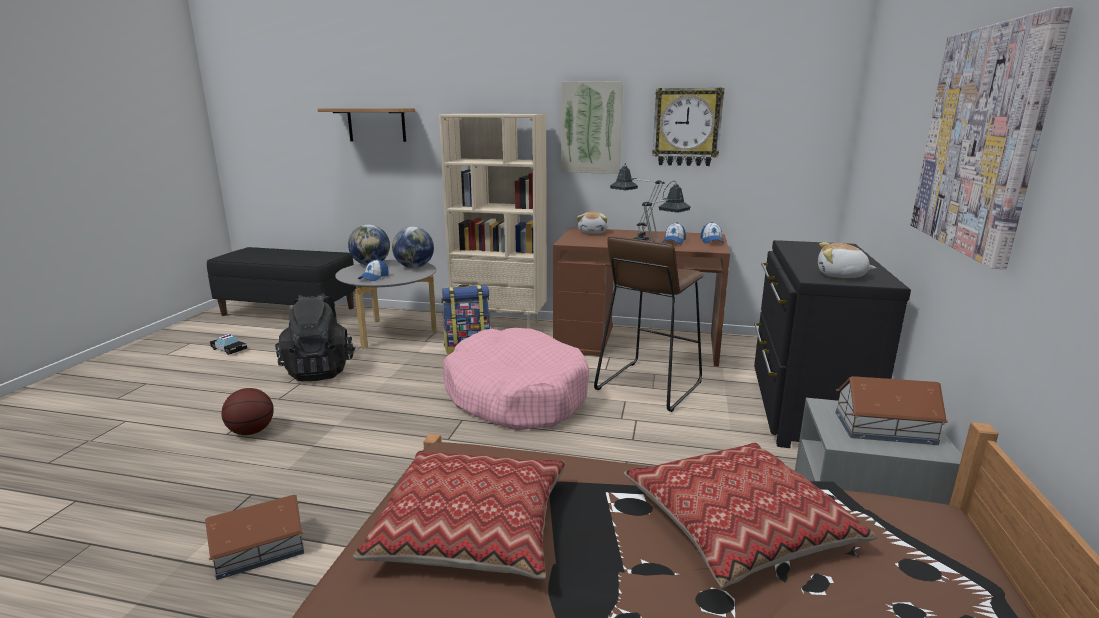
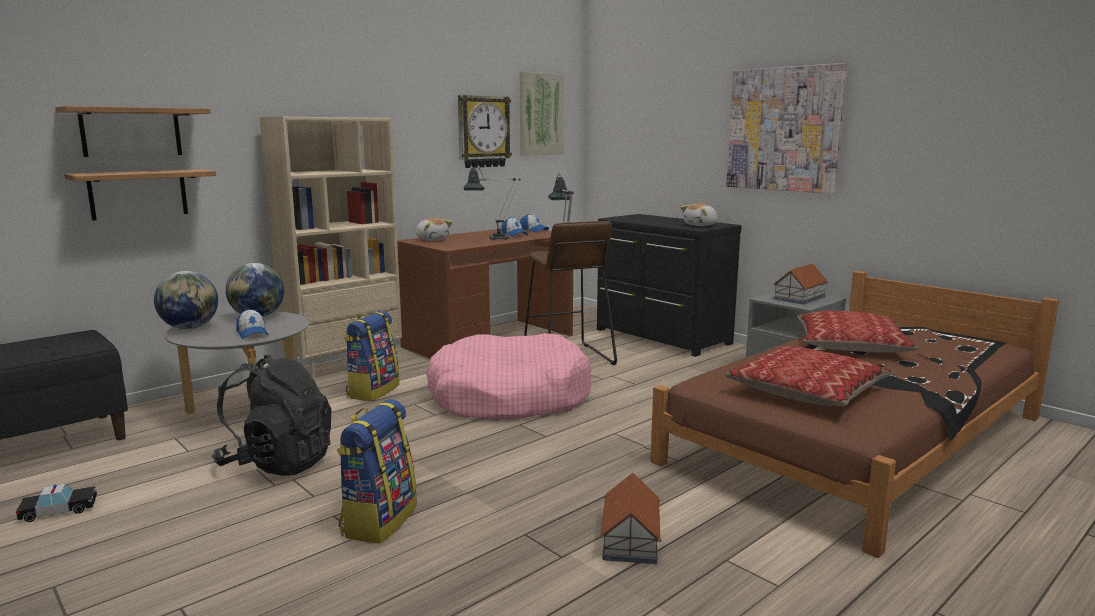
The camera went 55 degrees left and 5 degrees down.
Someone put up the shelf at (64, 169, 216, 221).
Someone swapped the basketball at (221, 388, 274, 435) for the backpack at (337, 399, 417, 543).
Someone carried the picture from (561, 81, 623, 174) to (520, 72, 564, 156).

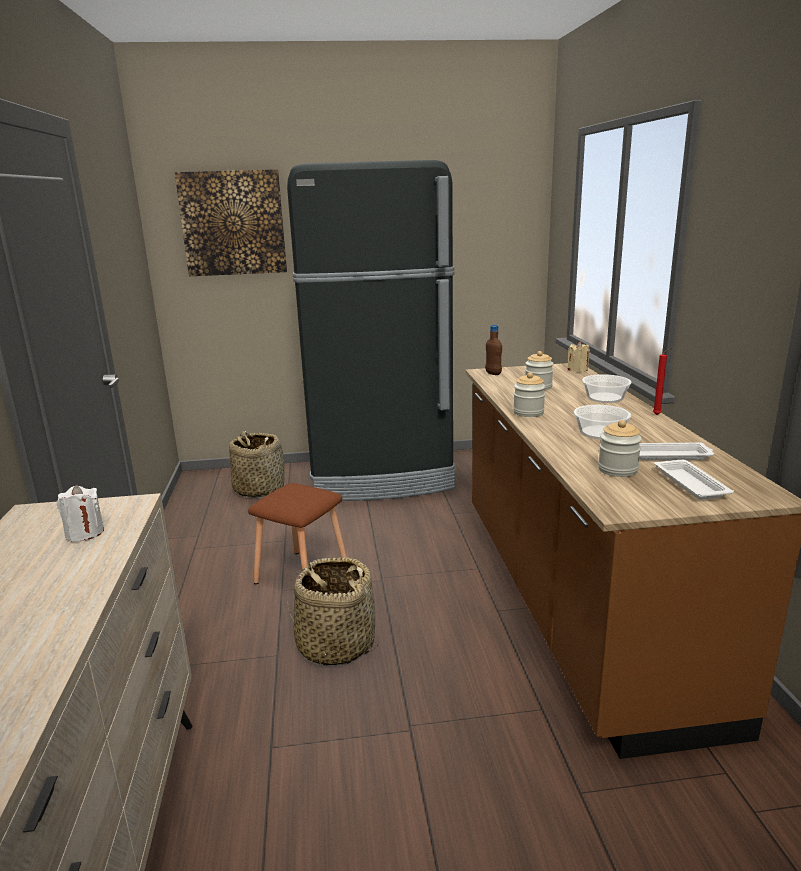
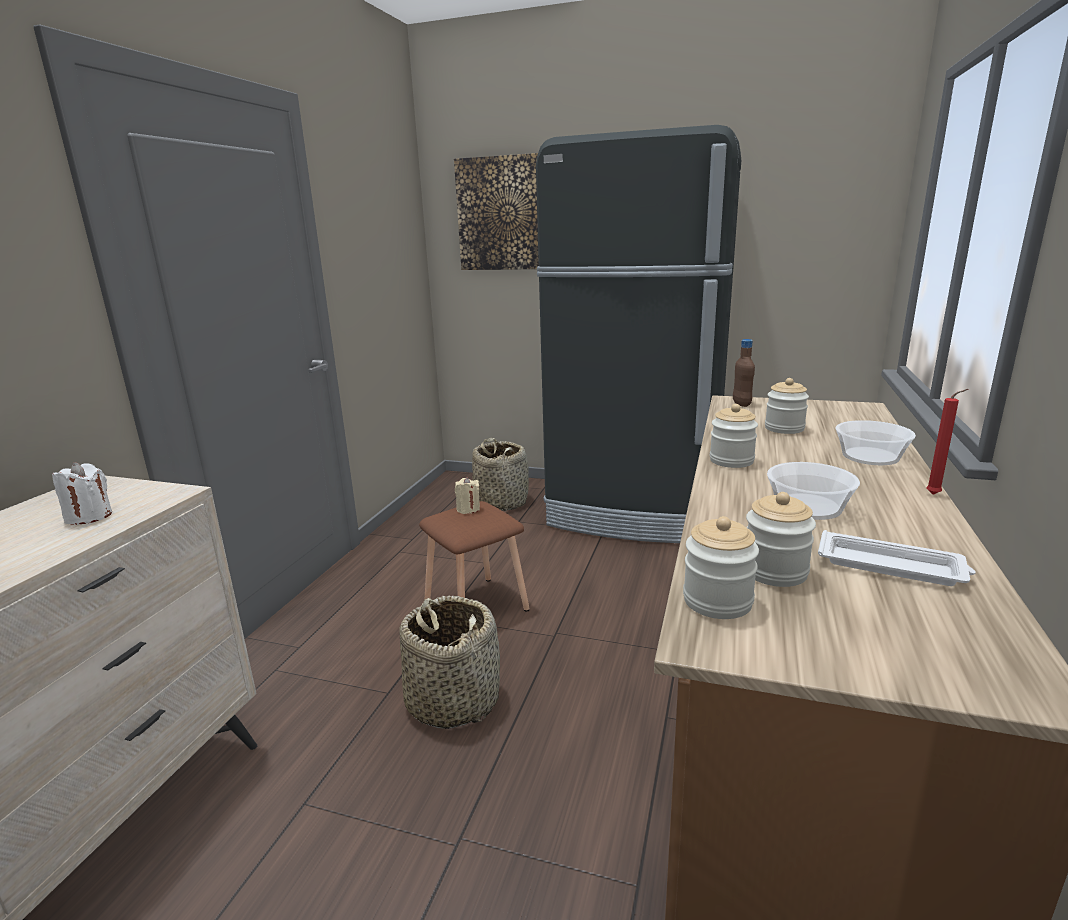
The camera went 25 degrees right and 0 degrees up.
Someone carried the candle (beige) from (567, 341, 590, 372) to (455, 477, 480, 514).
Someone put down the jar at (683, 516, 759, 619).
Someone took away the tray (white) at (654, 460, 734, 500).

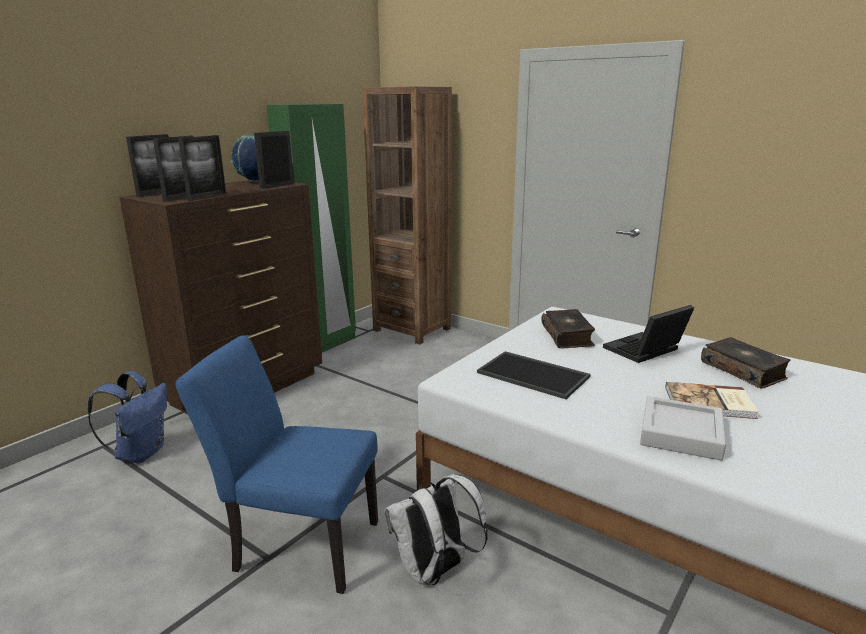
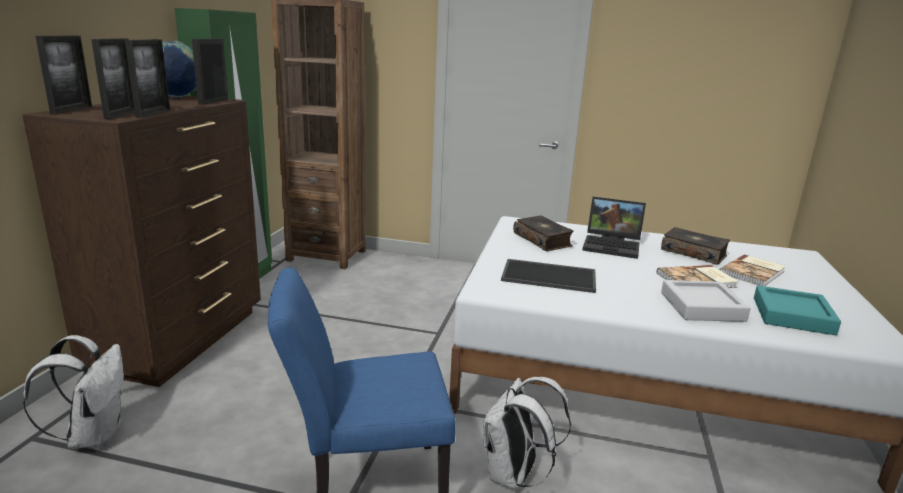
The camera went 25 degrees left and 0 degrees up.
Someone repainted the backpack (blue) at (87, 371, 167, 463), which became the backpack (white) at (23, 335, 124, 449).
Someone rotated the laptop at (603, 305, 695, 363) by 105 degrees counterclockwise.
Someone put down the book at (720, 255, 786, 286).
Someone put down the tray (turquoise) at (754, 285, 841, 335).

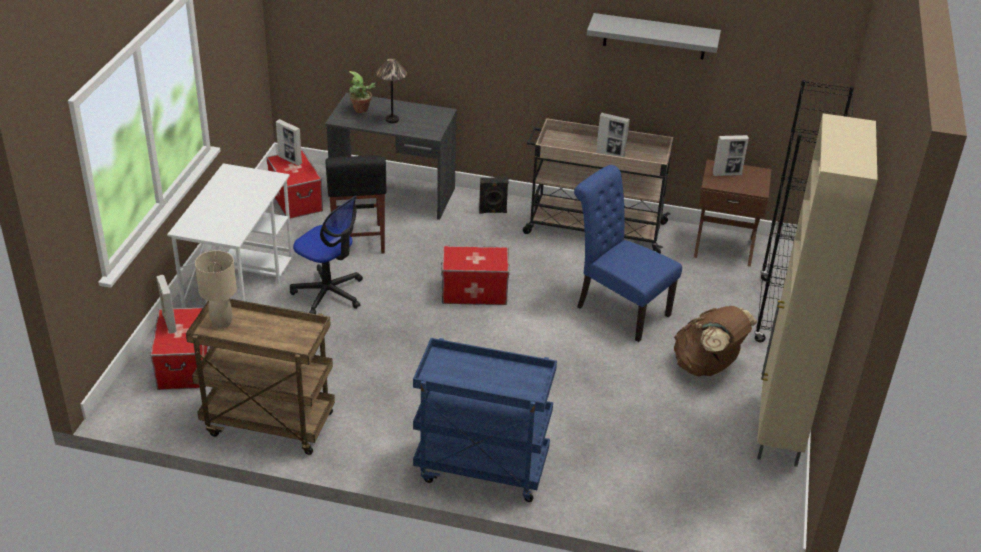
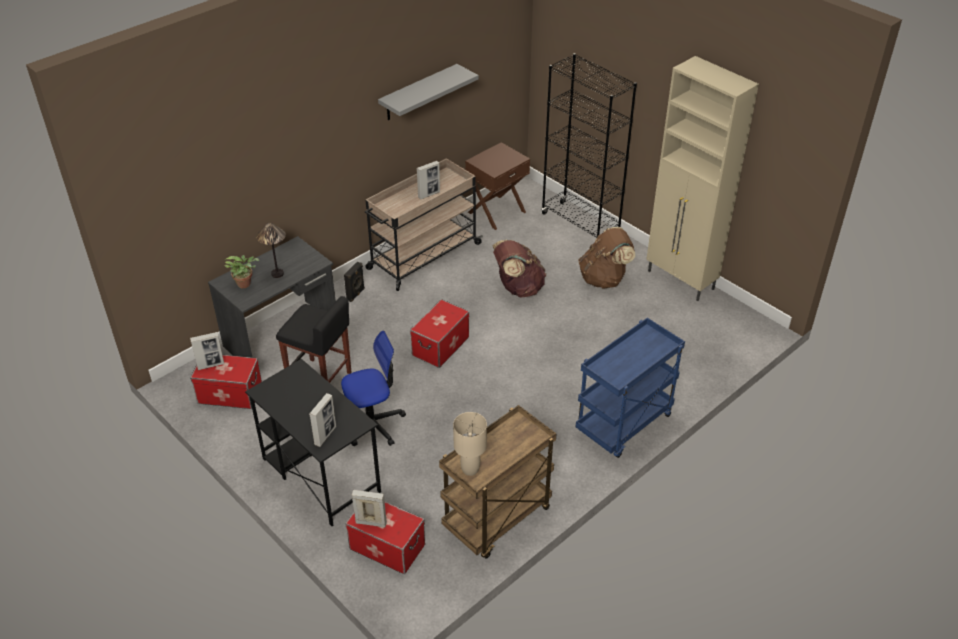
The camera went 55 degrees left and 5 degrees up.
Someone repainted the desk (white) at (167, 163, 293, 308), which became the desk (black) at (245, 359, 381, 526).
Someone carried the picture frame from (712, 135, 749, 176) to (309, 393, 336, 447).
Someone swapped the chair (blue) at (574, 165, 682, 342) for the backpack (brown) at (493, 240, 546, 298).

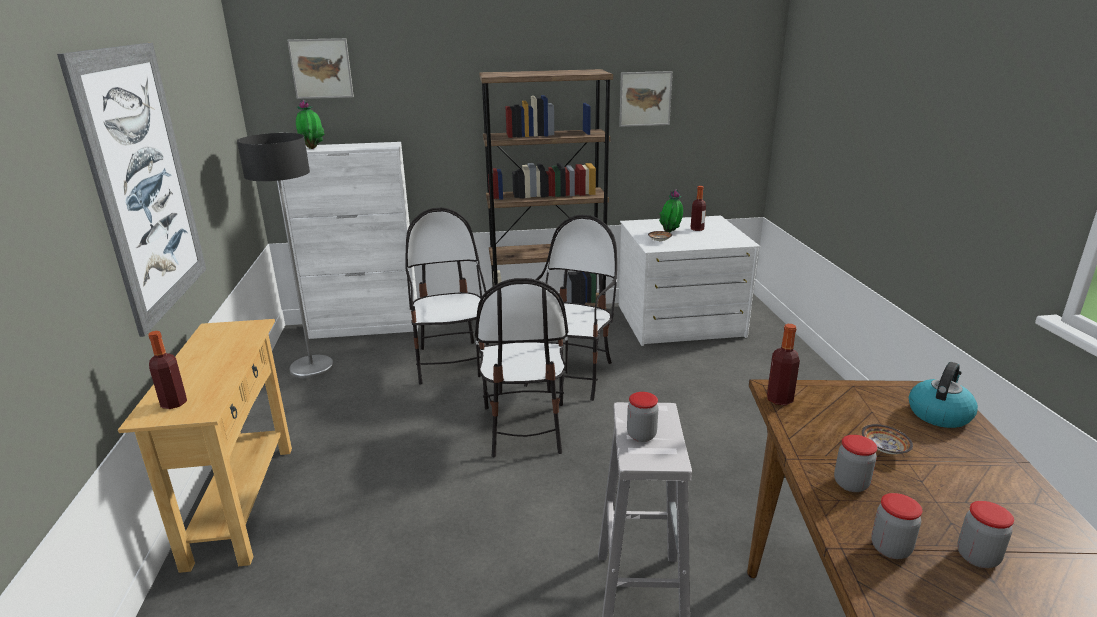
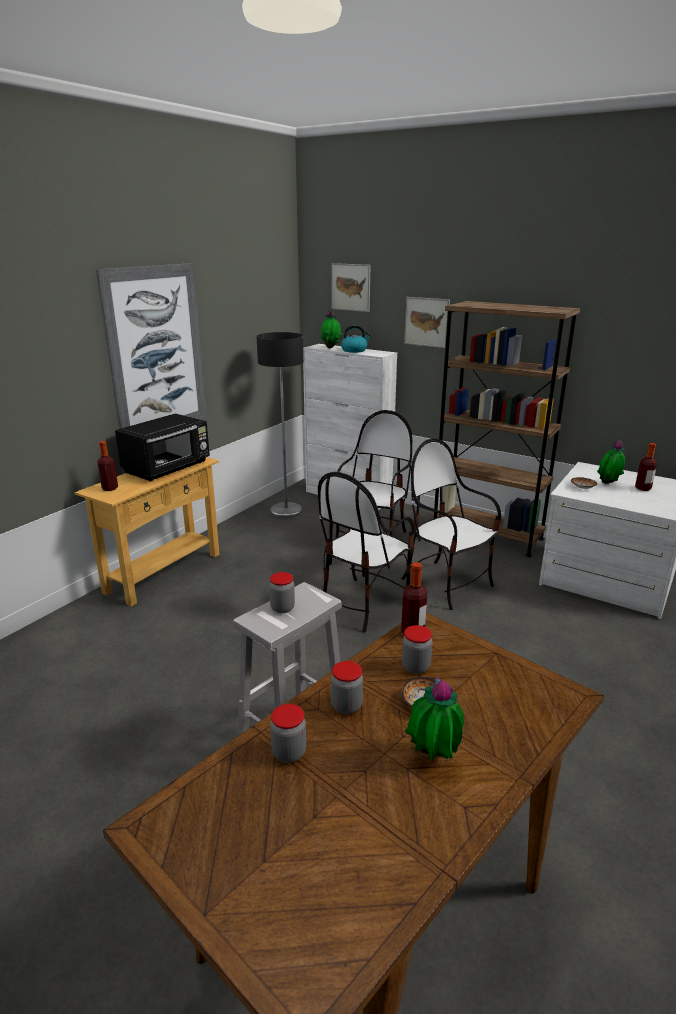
The camera went 40 degrees right and 0 degrees up.
Someone put down the microwave (black) at (115, 413, 210, 481).
Someone carried the kettle from (909, 362, 978, 428) to (341, 325, 371, 353).
Someone rotated the chair at (524, 215, 617, 401) by 105 degrees counterclockwise.
Someone carried the jar from (957, 501, 1014, 568) to (402, 625, 432, 674).
Someone carried the picture from (619, 71, 673, 127) to (404, 297, 450, 348).
Someone put down the potted plant at (404, 675, 464, 762).

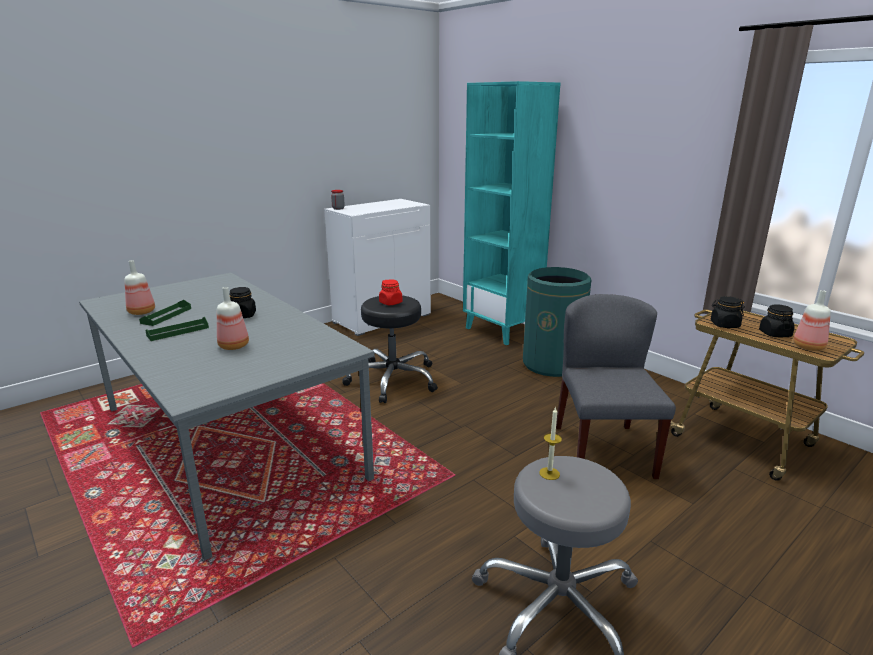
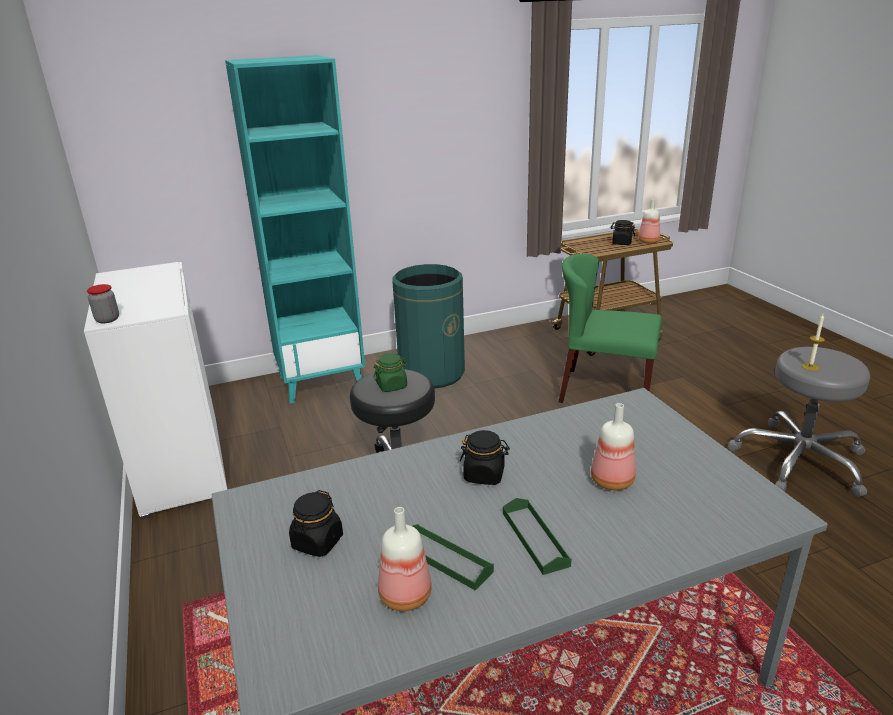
The camera went 70 degrees left and 5 degrees up.
Someone carried the jar (black) from (710, 296, 745, 328) to (289, 490, 343, 557).
Someone repainted the jar (red) at (379, 279, 402, 305), which became the jar (green) at (374, 353, 408, 392).
Someone repainted the chair (grey) at (556, 294, 676, 479), which became the chair (green) at (559, 254, 662, 403).

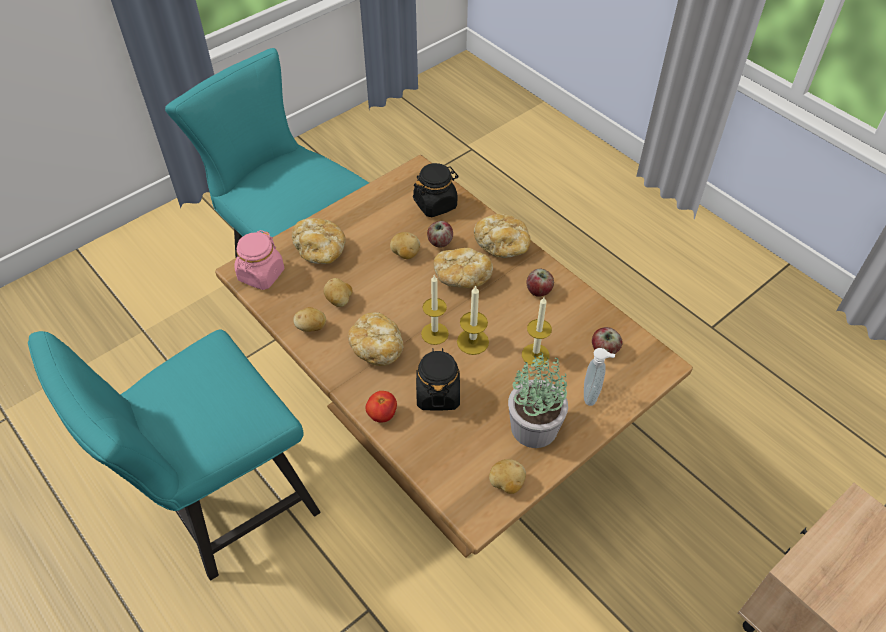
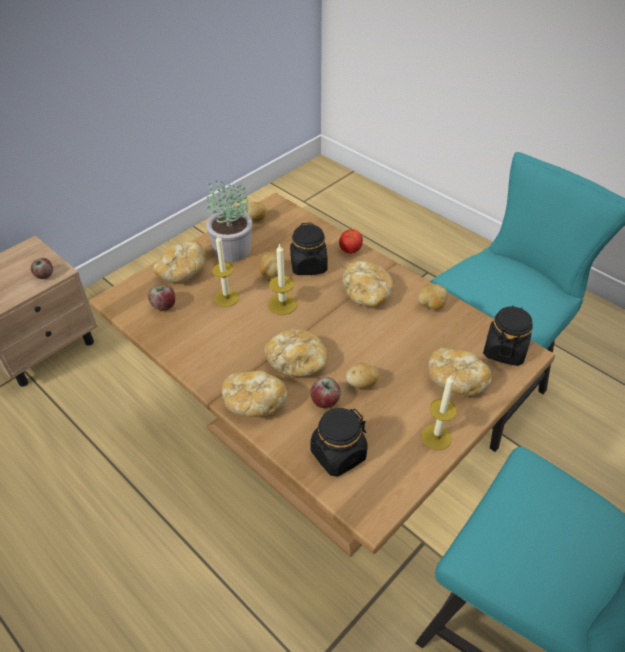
The camera went 175 degrees right and 5 degrees down.
Someone carried the apple from (527, 268, 554, 297) to (31, 258, 53, 279).
Someone swapped the soap dispenser at (584, 348, 615, 406) for the bread at (153, 240, 206, 282).
Someone carried the potato from (324, 278, 353, 307) to (260, 252, 285, 278).
Someone carried the candle from (421, 275, 449, 345) to (422, 375, 457, 450).
Someone repainted the jar (pink) at (234, 230, 284, 290), which became the jar (black) at (483, 305, 533, 366).

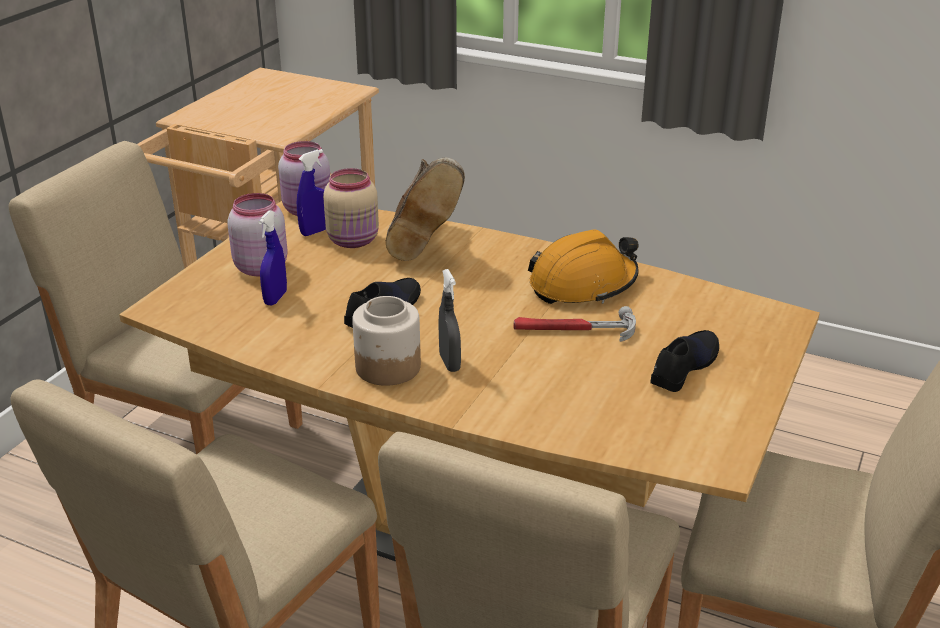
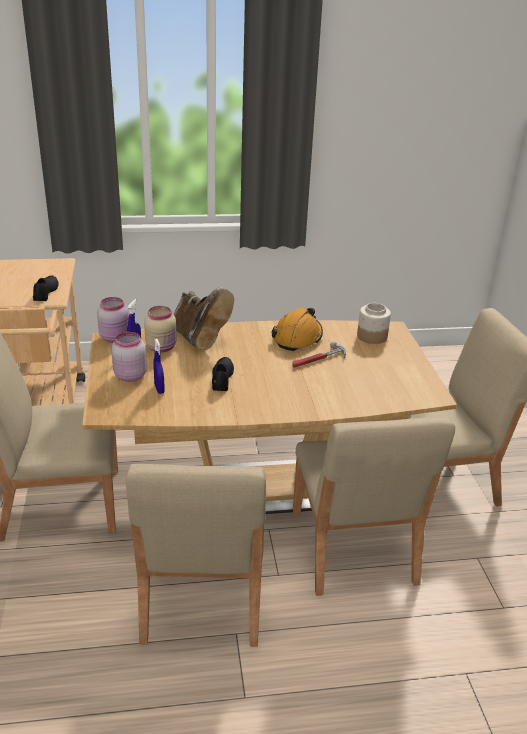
The camera went 35 degrees left and 0 degrees up.
Someone carried the shoe (black) from (650, 330, 719, 392) to (33, 275, 59, 301).
Someone carried the jar from (352, 296, 421, 386) to (357, 303, 391, 344).
Someone took away the spray bottle (grey) at (439, 269, 461, 372).

